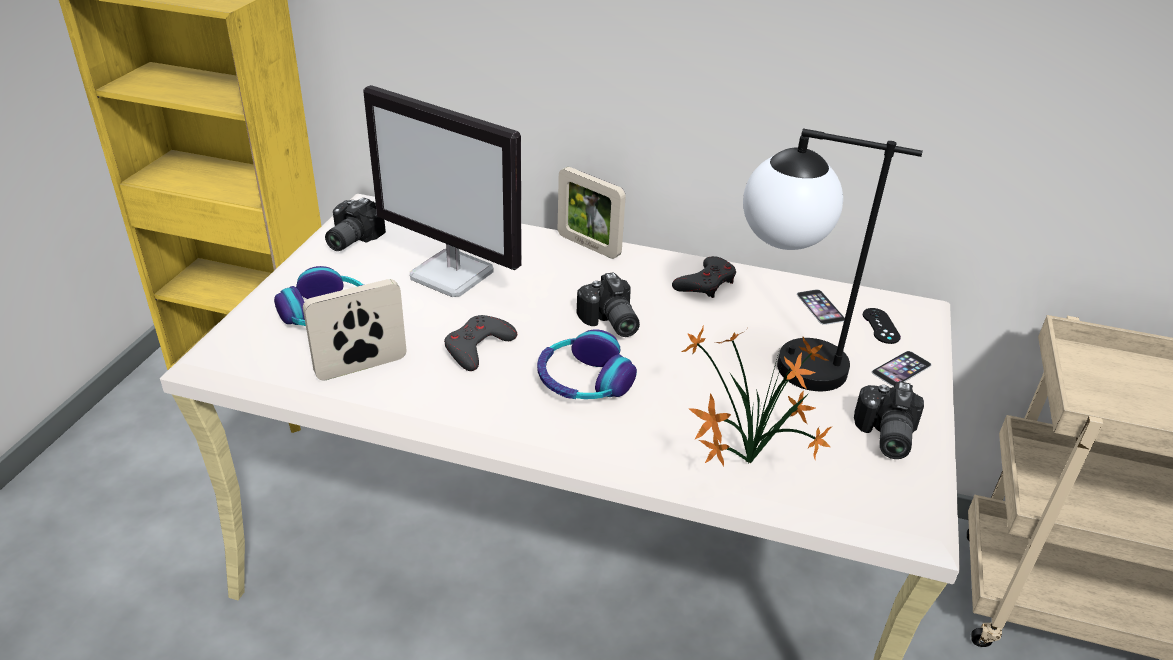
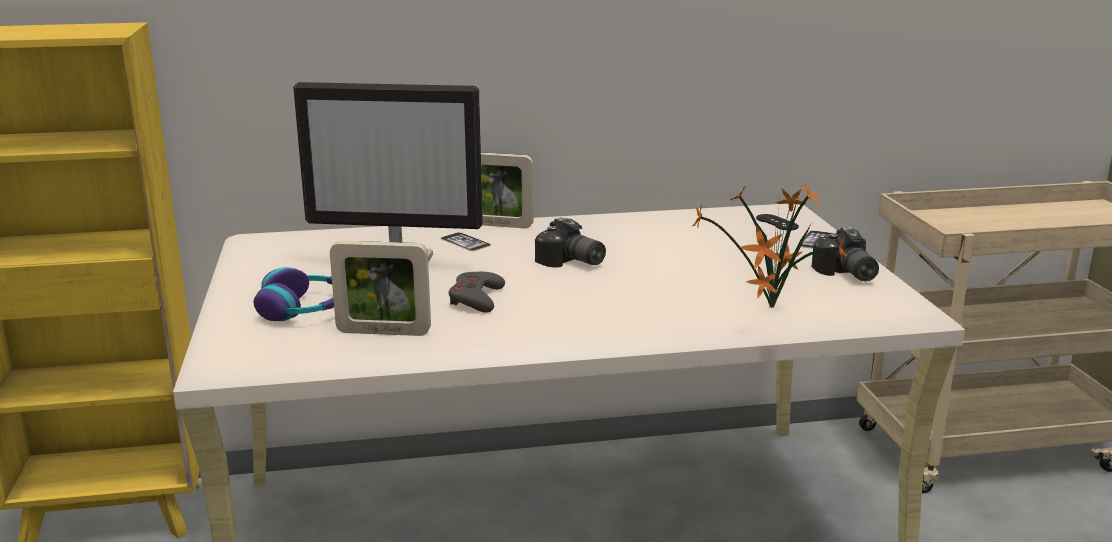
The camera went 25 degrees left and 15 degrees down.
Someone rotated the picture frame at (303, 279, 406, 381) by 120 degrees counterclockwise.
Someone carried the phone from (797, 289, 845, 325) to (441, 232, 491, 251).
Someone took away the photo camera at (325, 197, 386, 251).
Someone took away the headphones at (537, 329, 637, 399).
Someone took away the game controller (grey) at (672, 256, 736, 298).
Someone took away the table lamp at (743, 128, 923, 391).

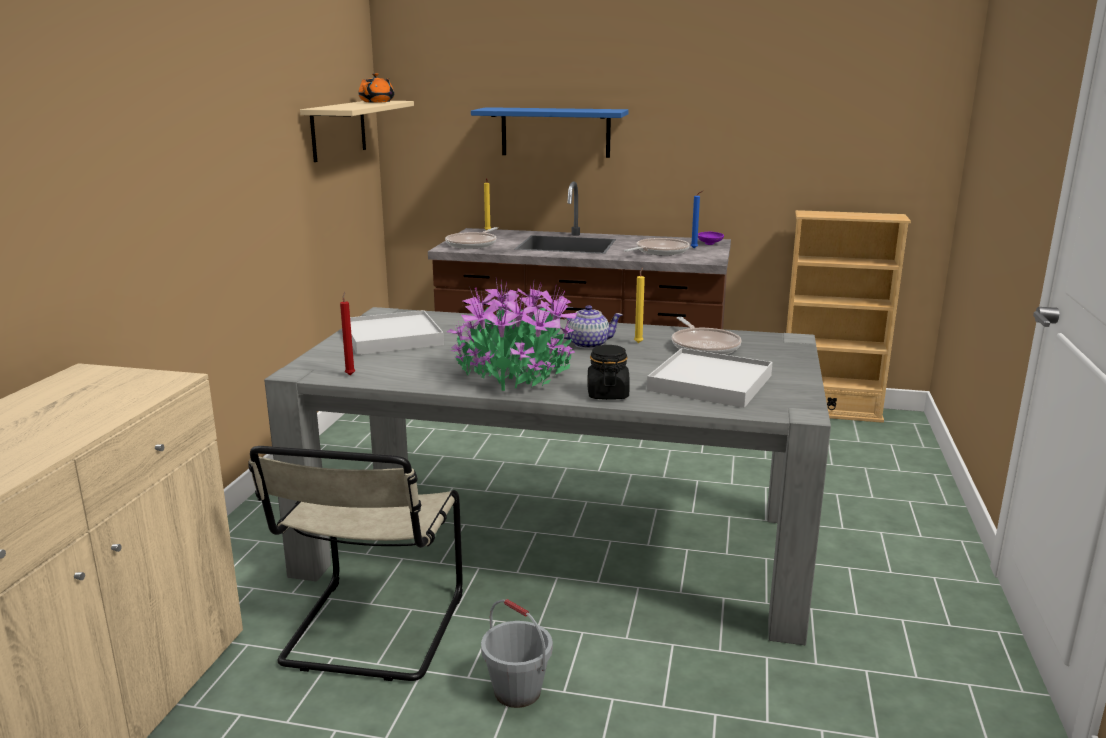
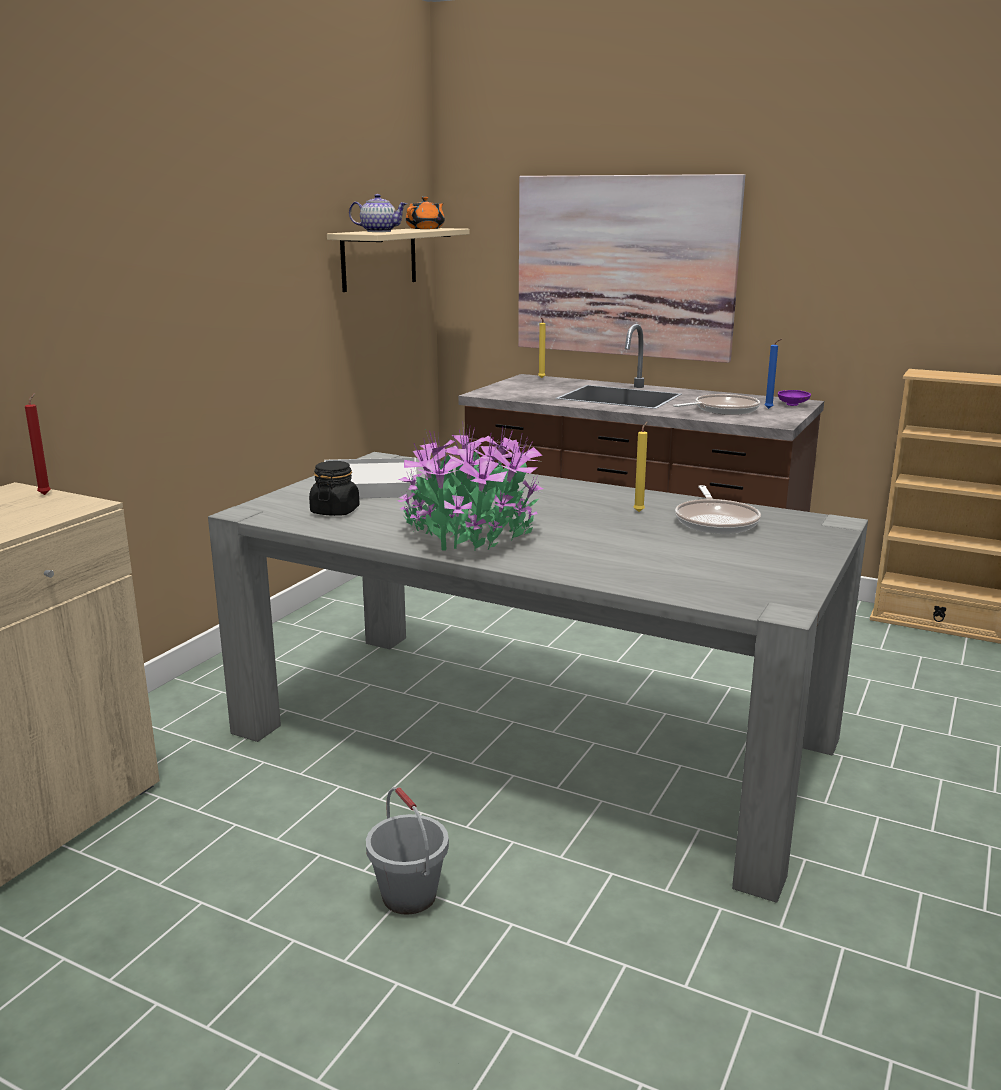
The camera went 15 degrees right and 0 degrees up.
Someone carried the candle (red) from (340, 292, 355, 375) to (25, 393, 51, 495).
Someone carried the jar (black) from (587, 345, 630, 400) to (309, 461, 360, 516).
Someone carried the teapot from (556, 305, 623, 349) to (349, 194, 407, 232).
Someone swapped the shelf (blue) at (471, 107, 629, 158) for the picture at (518, 174, 745, 363).
Someone took away the chair (beige) at (248, 446, 463, 681).
Someone took away the frying pan at (445, 227, 498, 249).
Someone took away the tray (white) at (647, 348, 772, 408).

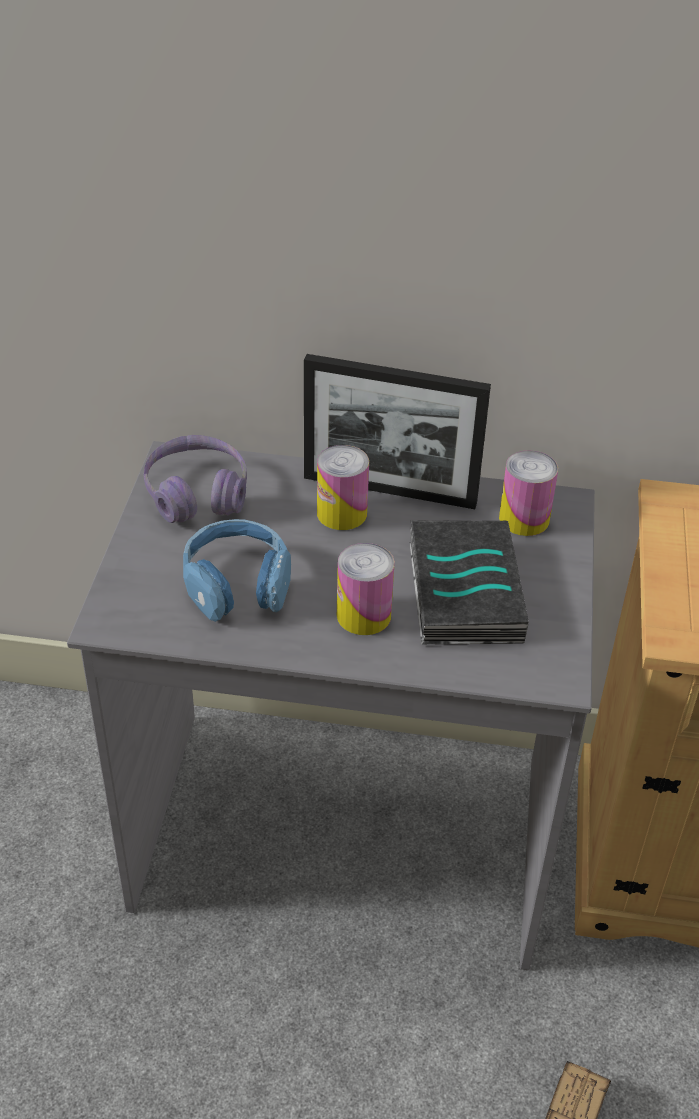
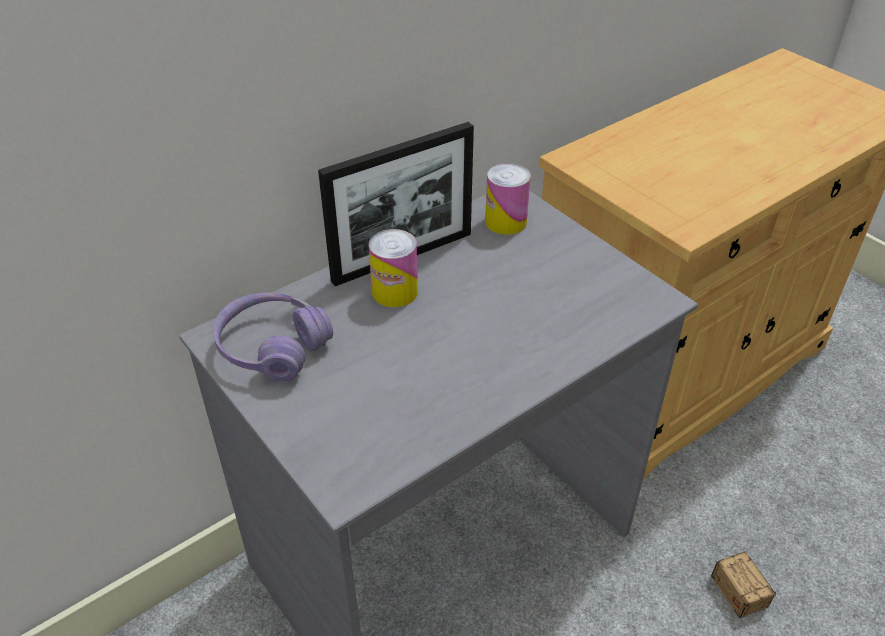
The camera went 45 degrees left and 0 degrees up.
Someone took away the headphones (blue) at (183, 519, 291, 622).
Someone took away the can at (337, 543, 395, 635).
Someone took away the book at (409, 520, 529, 645).

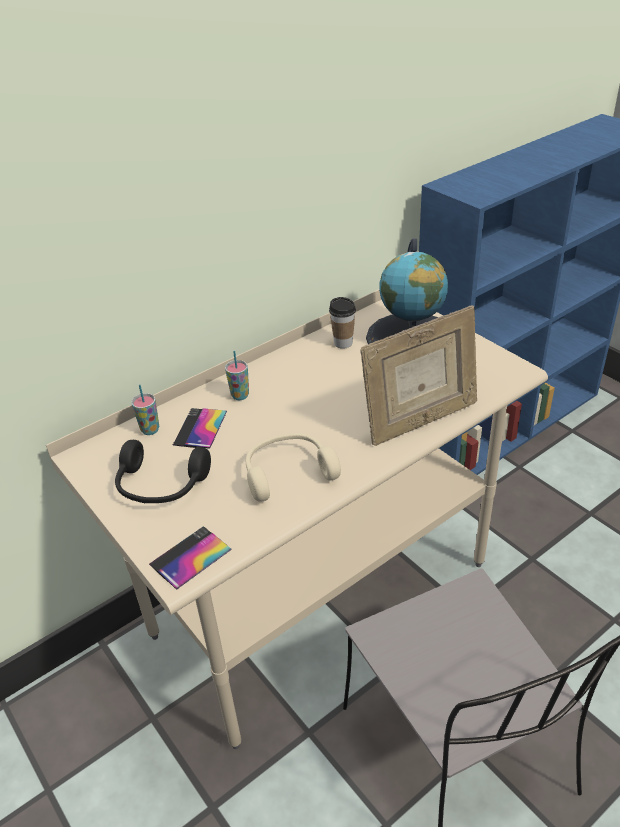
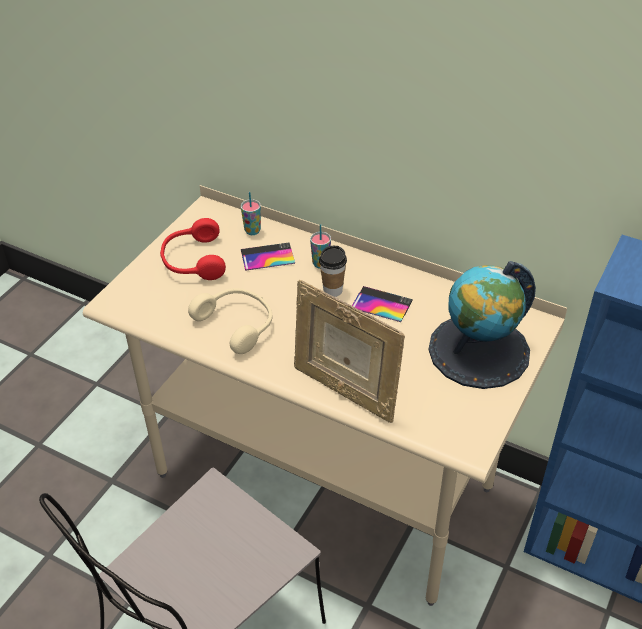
The camera went 65 degrees right and 5 degrees up.
Someone repainted the headphones (black) at (115, 440, 211, 504), which became the headphones (red) at (160, 218, 226, 280).
Someone carried the cup from (329, 297, 356, 349) to (319, 246, 347, 297).
Someone carried the phone from (149, 526, 232, 590) to (352, 286, 413, 322).

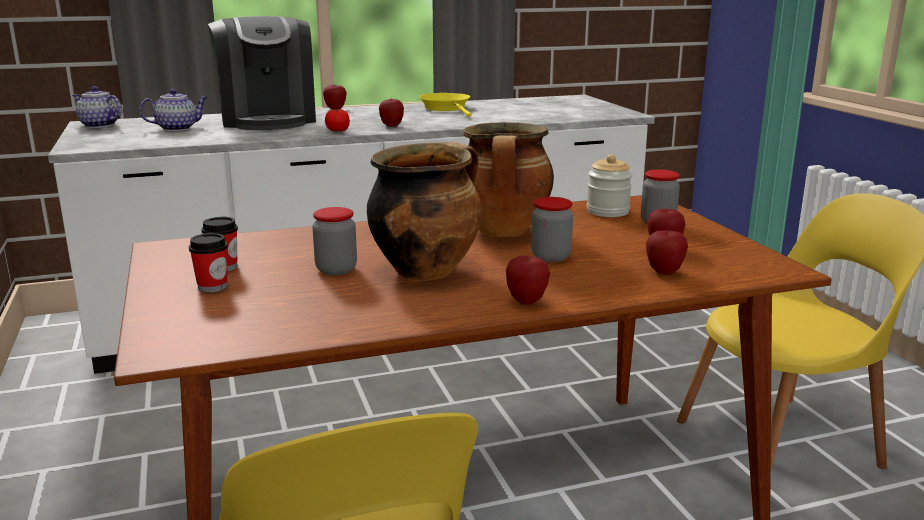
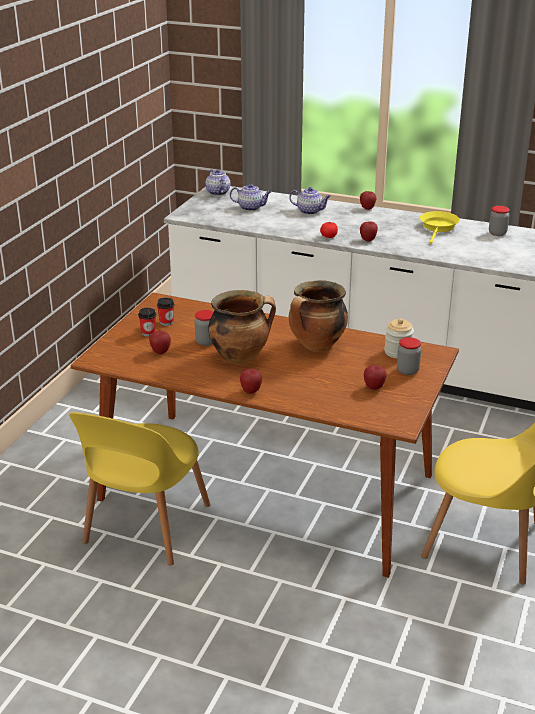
The camera went 40 degrees right and 10 degrees up.
Someone carried the apple from (646, 230, 688, 275) to (149, 331, 171, 355).
Someone swapped the coffee machine at (208, 16, 316, 130) for the teapot at (289, 187, 331, 215).
Someone carried the jar from (531, 197, 573, 262) to (489, 206, 510, 236).

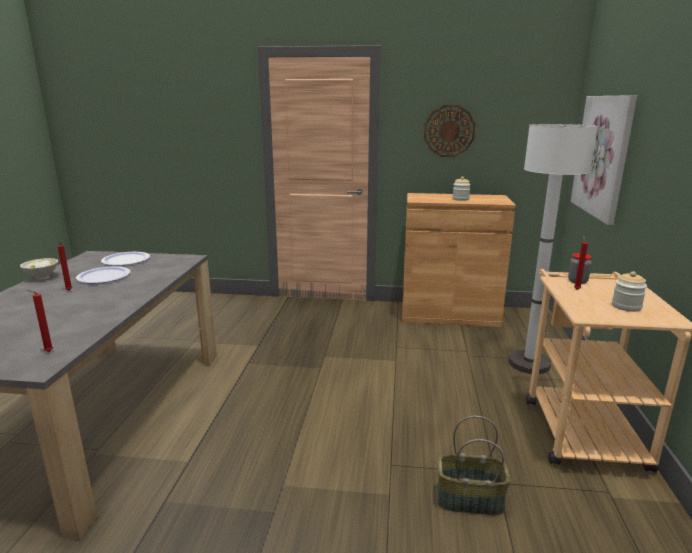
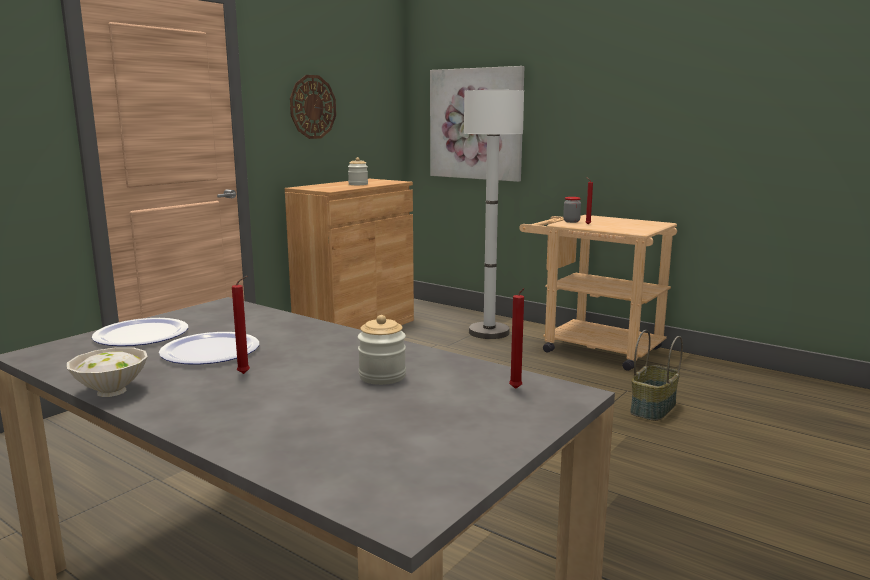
The camera went 60 degrees left and 5 degrees down.
Someone carried the jar from (612, 271, 647, 312) to (358, 315, 406, 385).

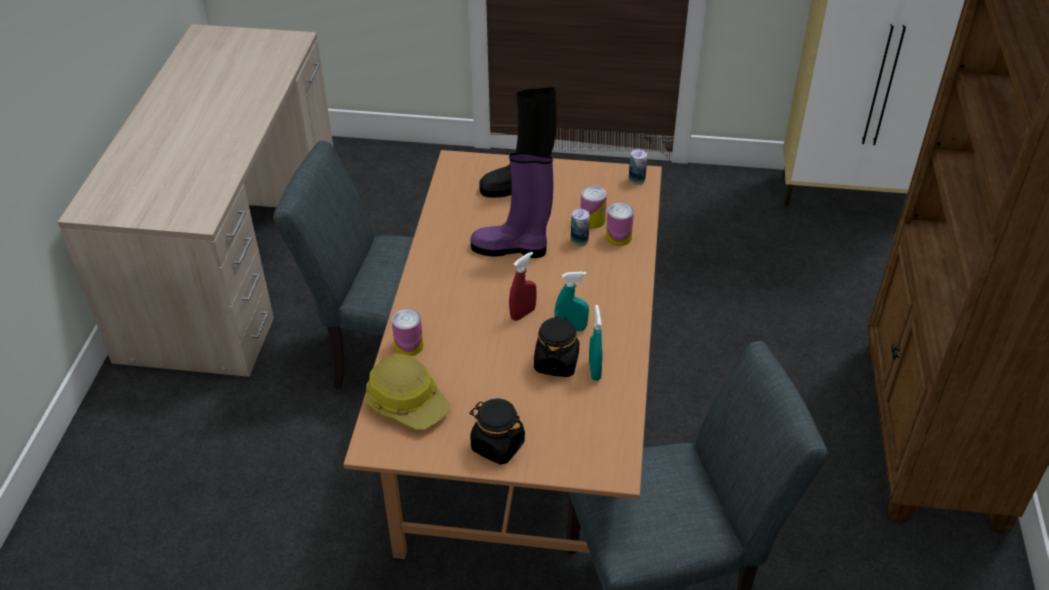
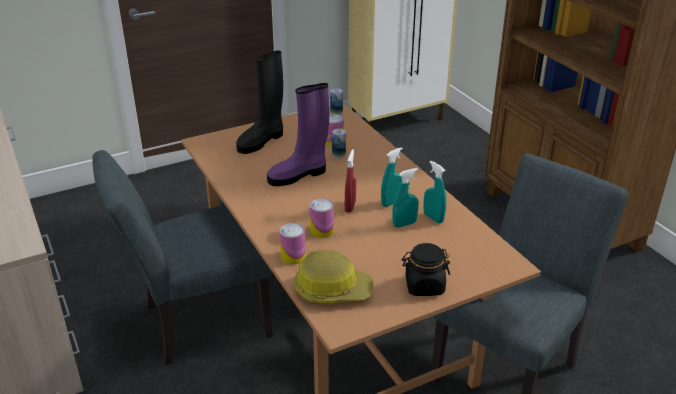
The camera went 35 degrees left and 10 degrees down.
Someone carried the can from (606, 203, 634, 246) to (310, 198, 334, 238).
Someone swapped the jar (black) at (534, 316, 579, 377) for the spray bottle (turquoise) at (392, 168, 419, 228).

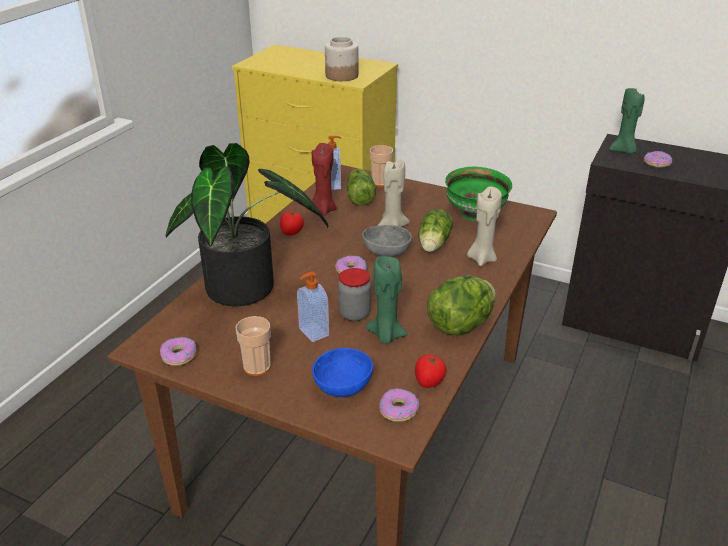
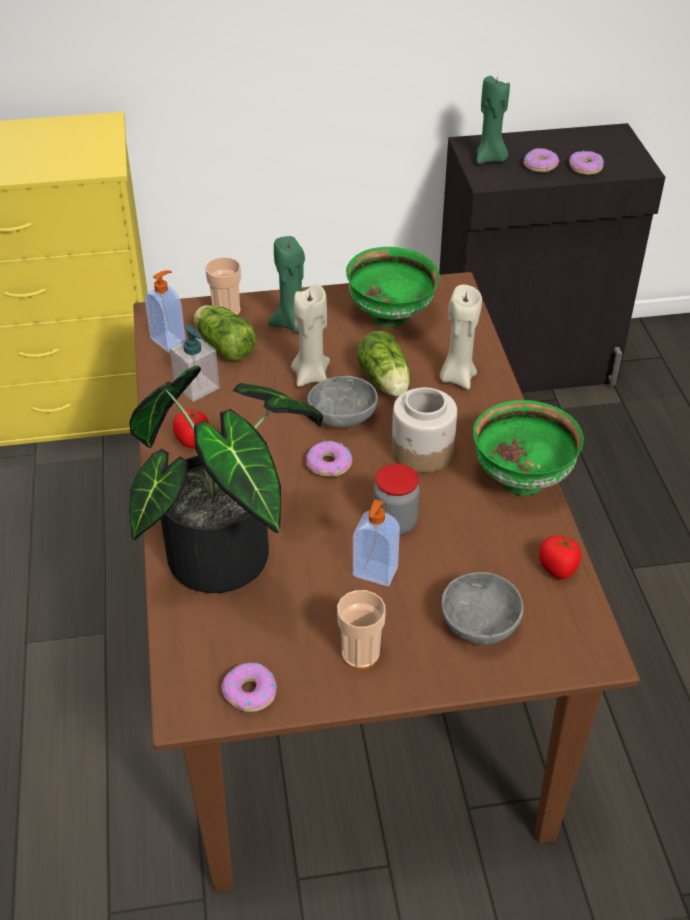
The camera went 35 degrees left and 10 degrees up.
Someone swapped the candle (red) at (312, 143, 337, 216) for the soap dispenser at (169, 325, 220, 402).
Someone carried the candle (green) from (366, 256, 408, 344) to (268, 236, 305, 332).
Someone carried the jar from (325, 37, 358, 81) to (392, 387, 457, 473).
Someone repainted the bowl (blue) at (312, 348, 373, 397), which became the bowl (grey) at (441, 572, 523, 645).
Someone swapped the lettuce at (427, 275, 496, 335) for the bowl (green) at (473, 400, 584, 495).
Someone carried the donut from (379, 388, 419, 422) to (569, 151, 604, 175).

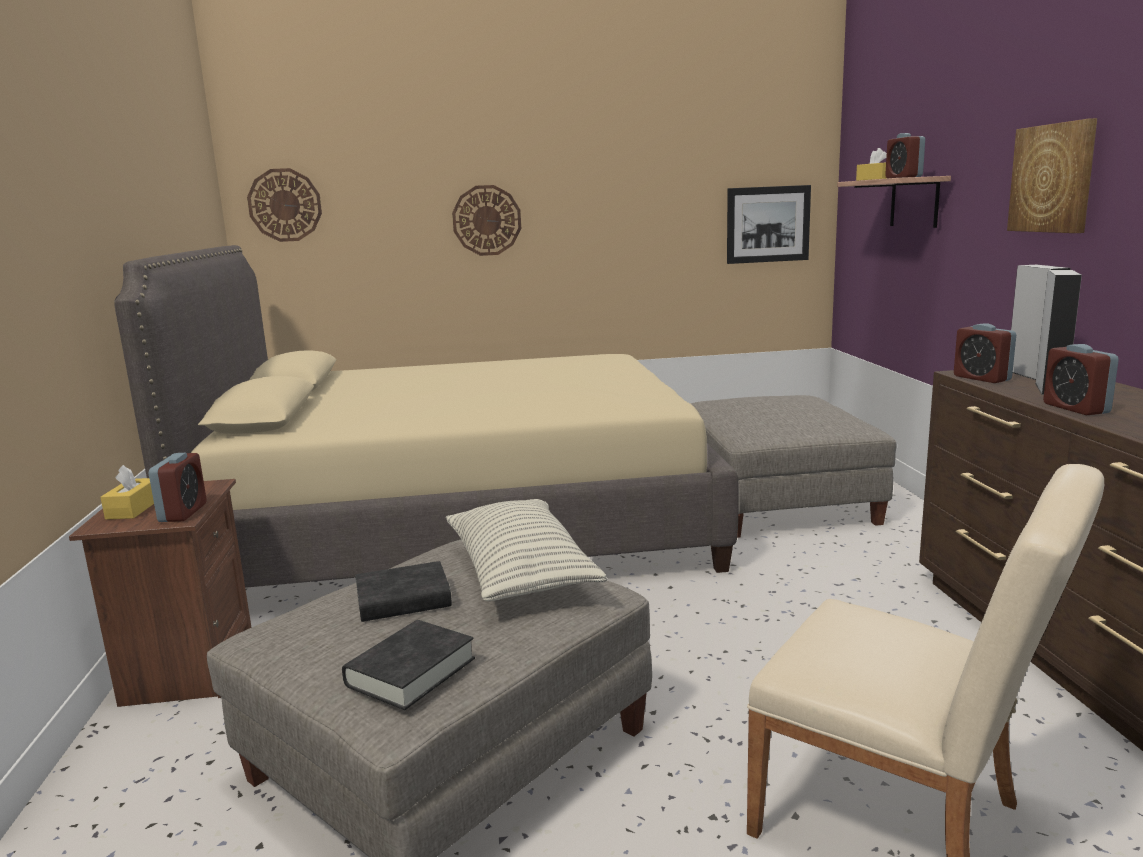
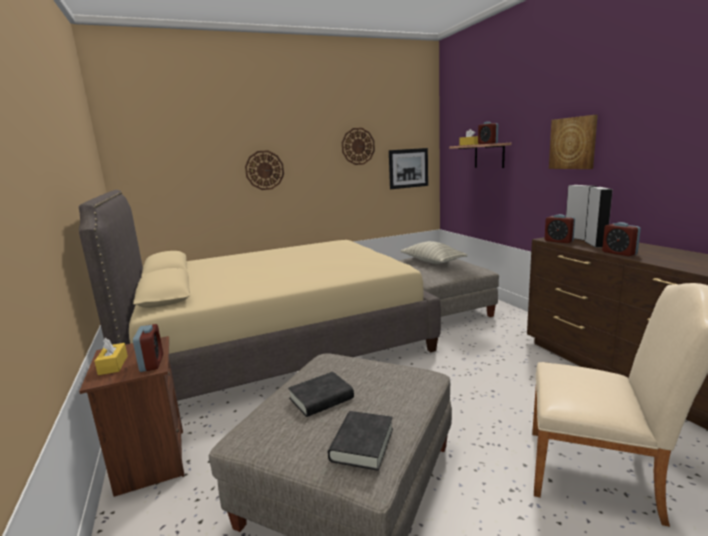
The camera went 15 degrees left and 0 degrees up.
Someone carried the wall clock from (247, 168, 322, 242) to (342, 128, 375, 165).
Someone carried the pillow from (446, 499, 608, 601) to (400, 241, 468, 264).

